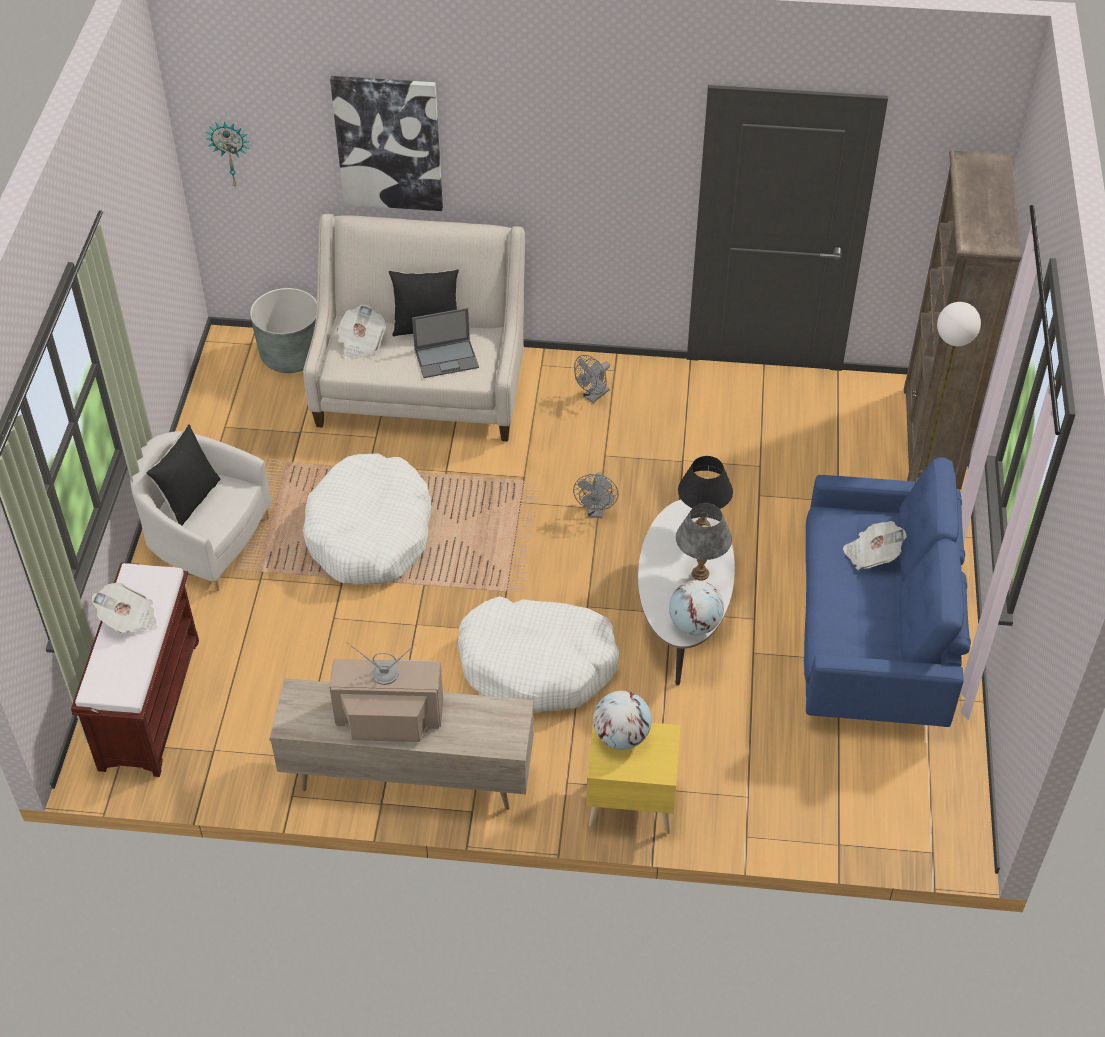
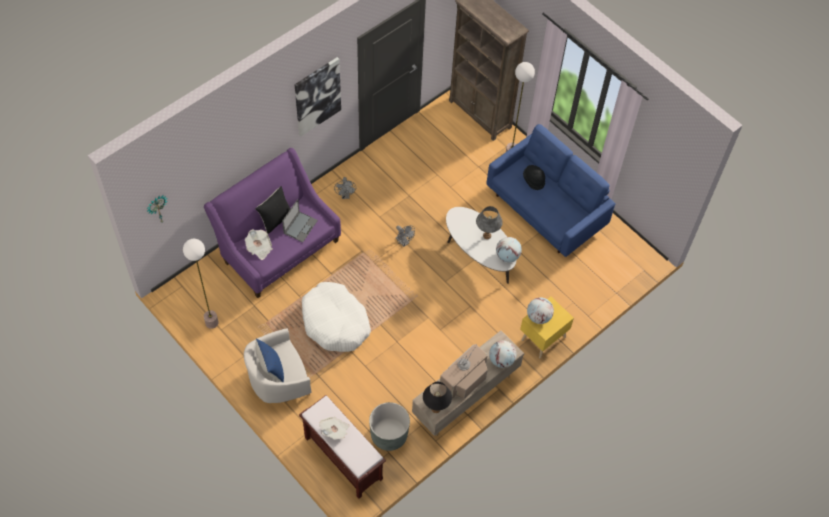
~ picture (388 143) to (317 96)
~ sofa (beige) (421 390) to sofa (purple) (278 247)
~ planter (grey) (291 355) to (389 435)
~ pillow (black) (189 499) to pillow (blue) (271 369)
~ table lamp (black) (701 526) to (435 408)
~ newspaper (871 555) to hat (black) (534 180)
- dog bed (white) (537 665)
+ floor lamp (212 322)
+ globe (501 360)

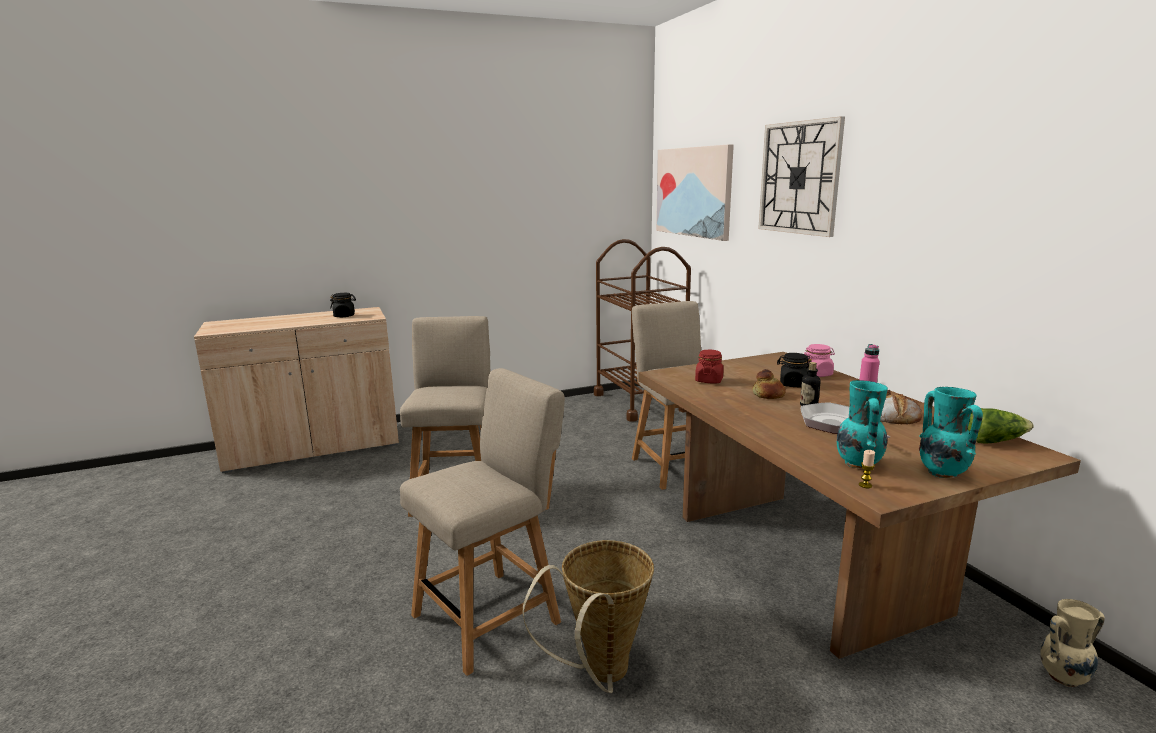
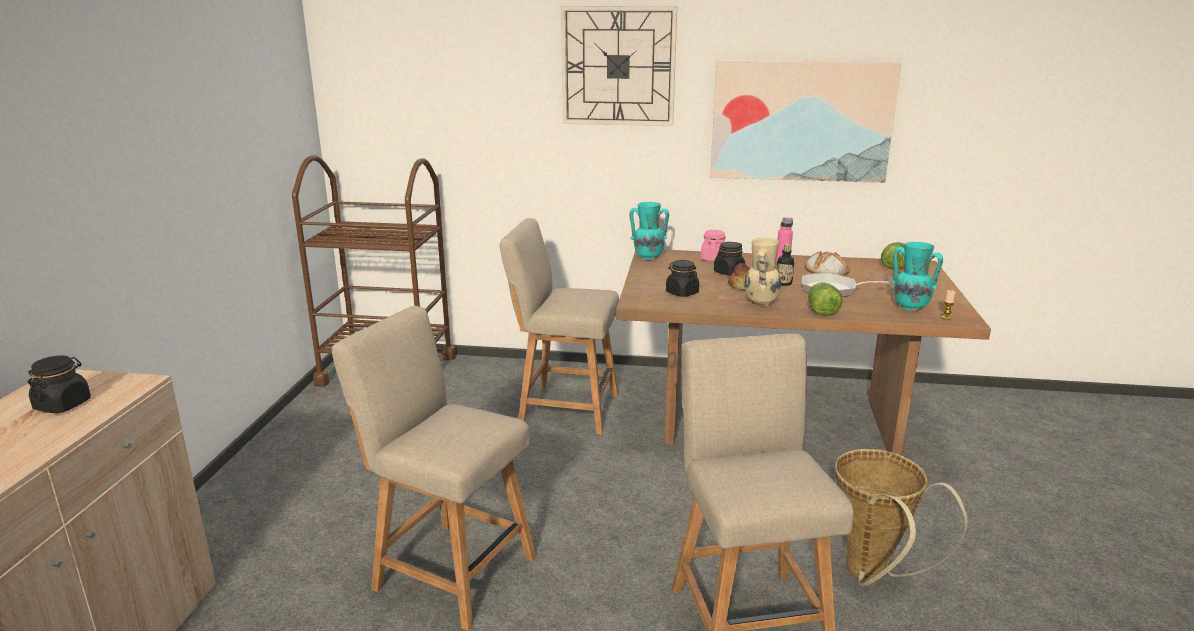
~ picture (694 192) to (801 121)
~ jar (red) (709 380) to jar (black) (682 293)
~ vase (turquoise) (942 473) to (648 258)
~ vase (beige) (1062 677) to (760 303)
+ lettuce (821 310)

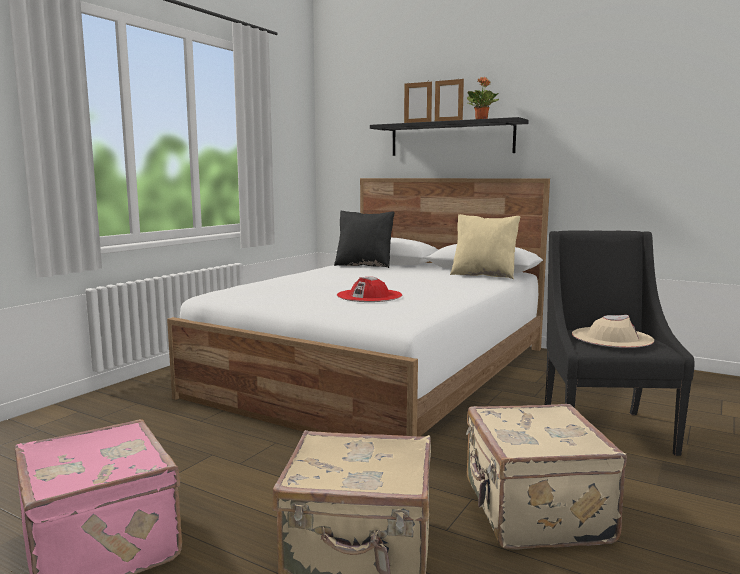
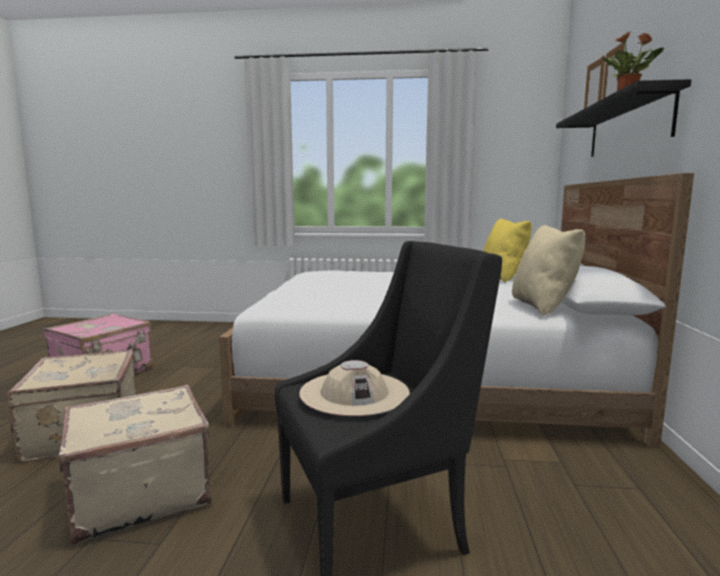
~ pillow (black) (364 265) to pillow (yellow) (502 277)
- hat (red) (369 296)

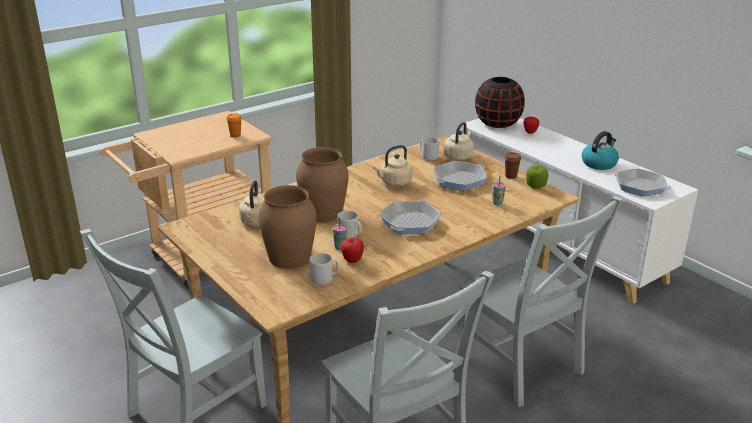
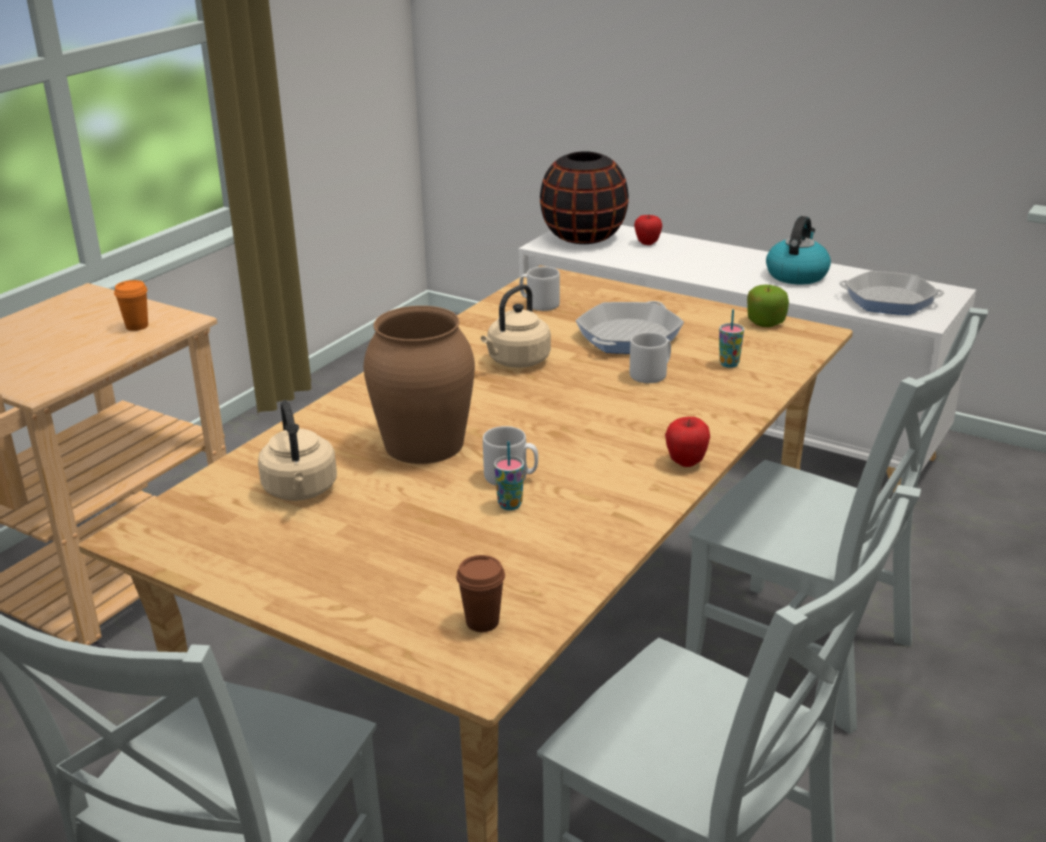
- kettle (beige) (459 156)
~ cup (brown) (511 176) to (482 622)
- vase (brown) (289 257)
- frying pan (410 222)
~ apple (352 260) to (686 462)
~ mug (grey) (324 278) to (651 374)

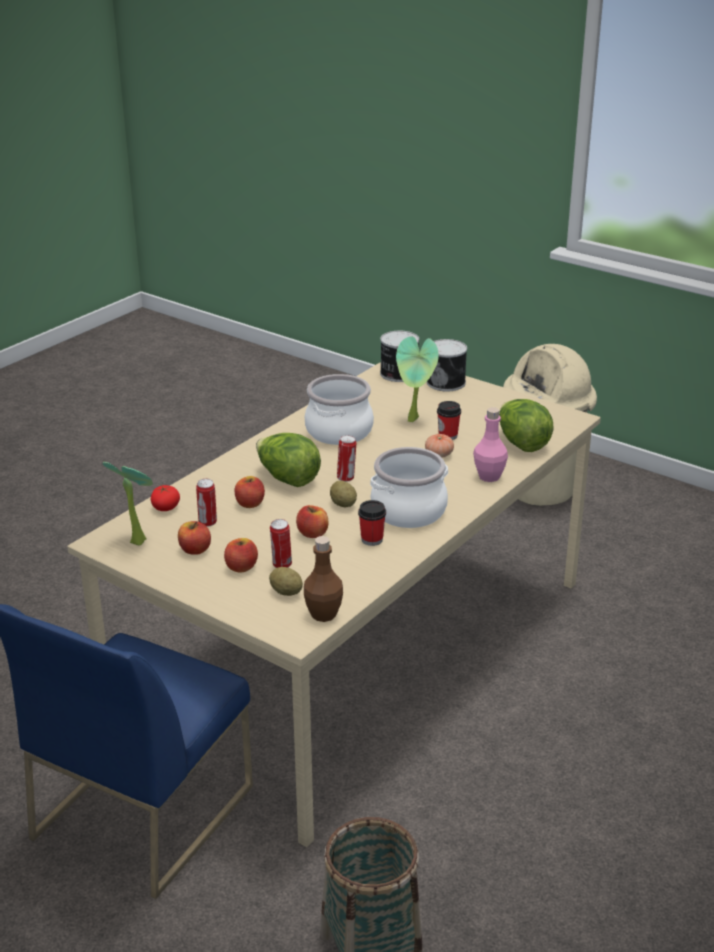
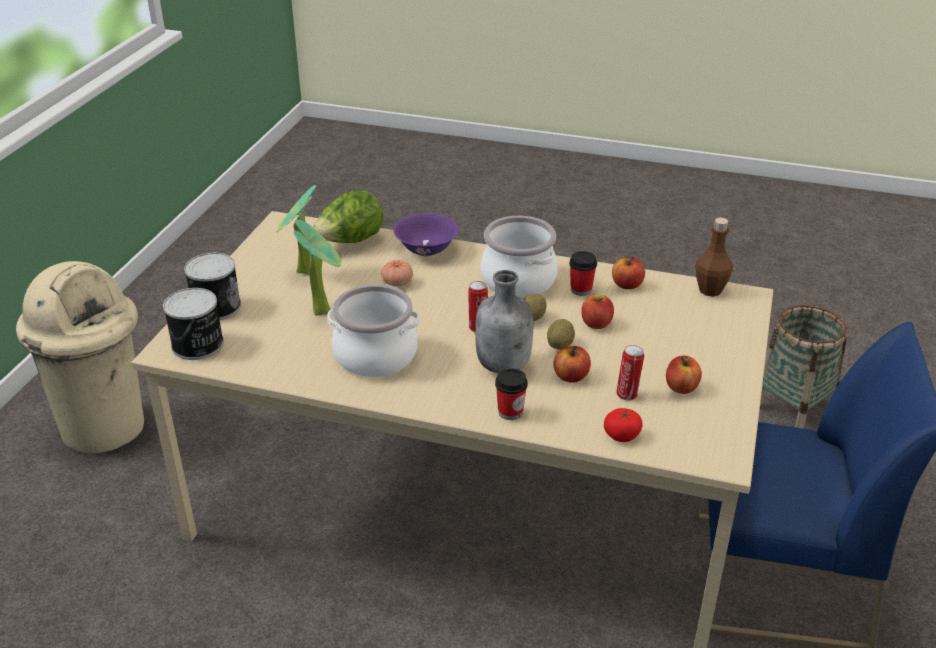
~ cup (448 436) to (510 412)
~ bottle (pink) (489 476) to bowl (purple) (427 250)
~ lettuce (287 479) to bottle (grey) (504 365)
~ potted plant (137 540) to (302 273)
- can (281 565)
~ apple (241 567) to (627 285)
~ potato (286 592) to (560 345)

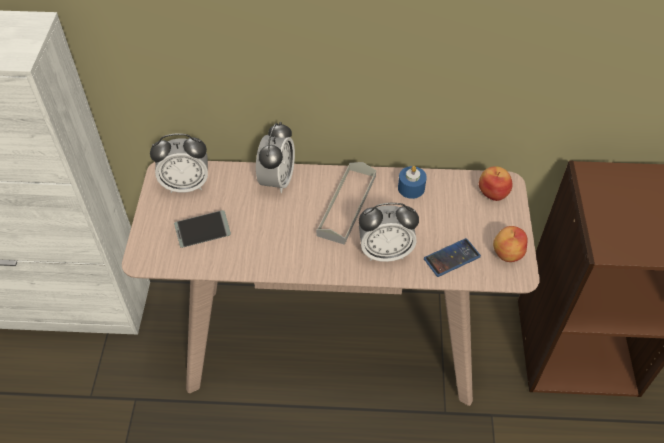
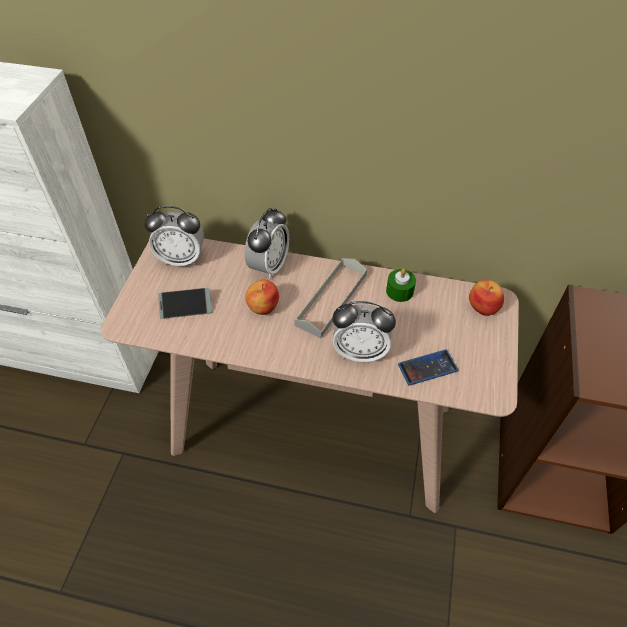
~ candle (blue) (411 188) to candle (green) (399 291)
~ apple (507 253) to (263 306)

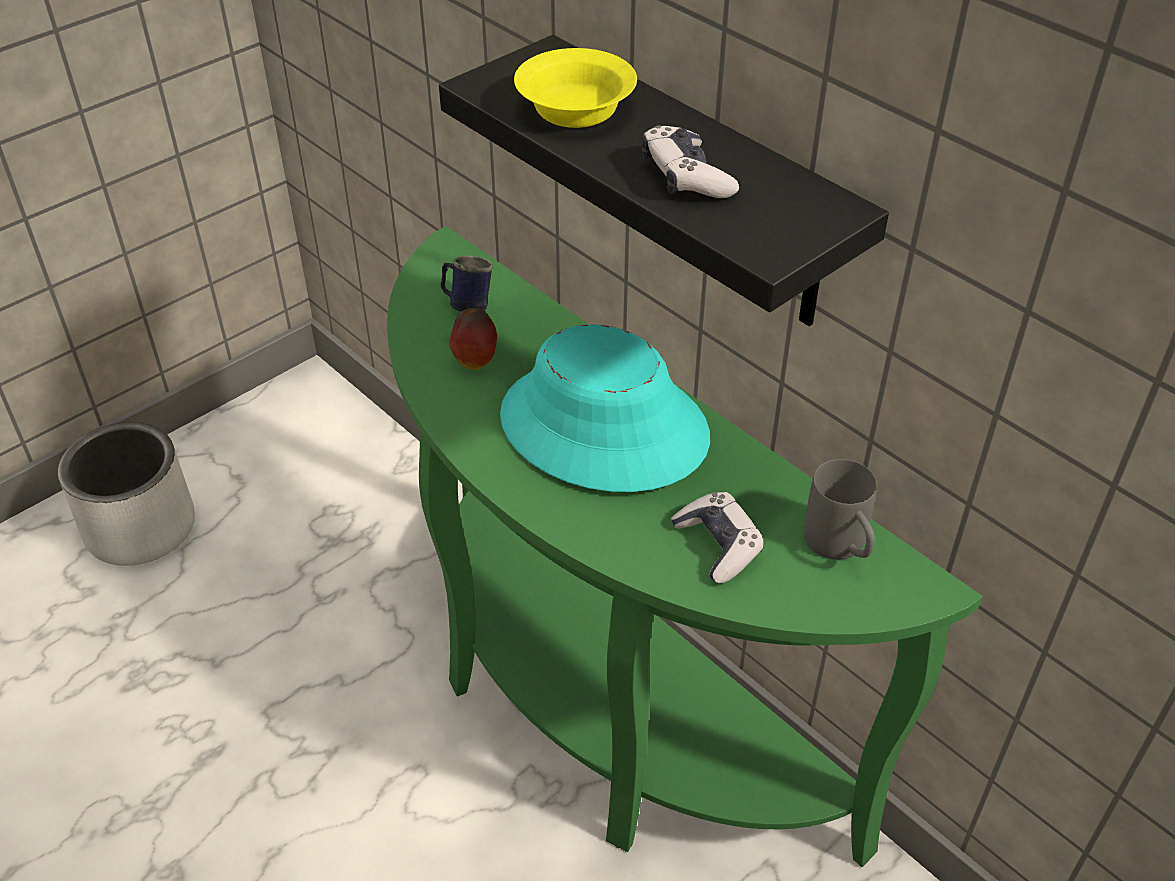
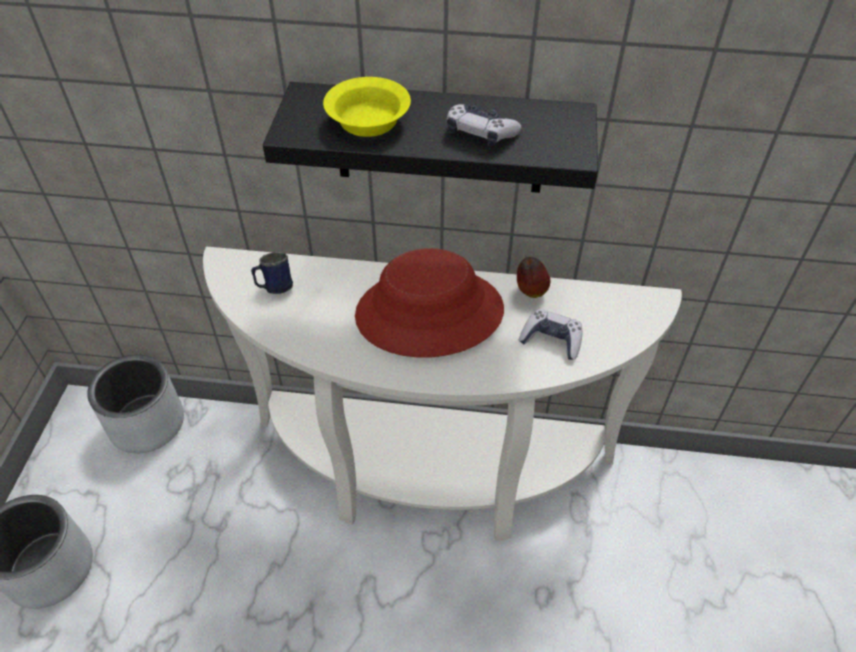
~ console table (green) (598 707) to console table (white) (429 477)
~ apple (475 361) to (530 291)
~ hat (turquoise) (603 427) to hat (red) (429 313)
- mug (grey) (840 548)
+ planter (grey) (147 423)

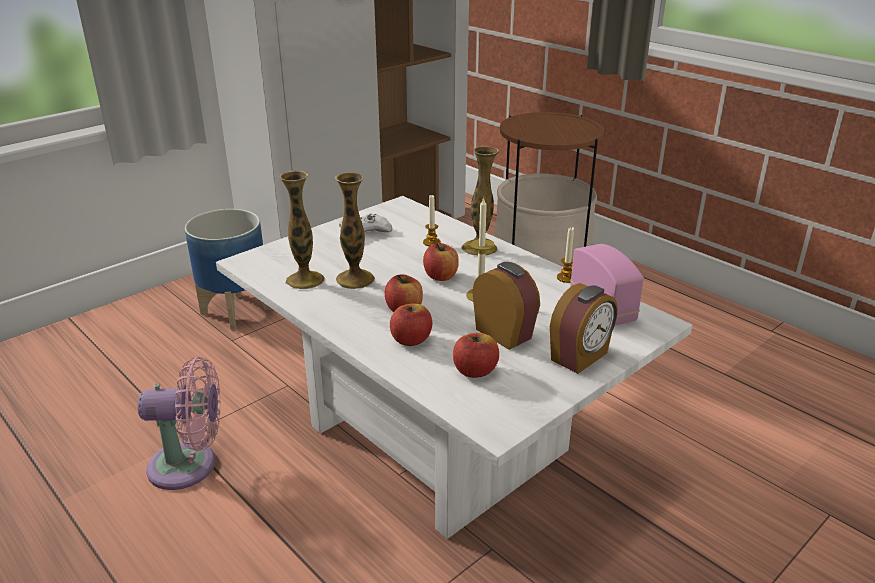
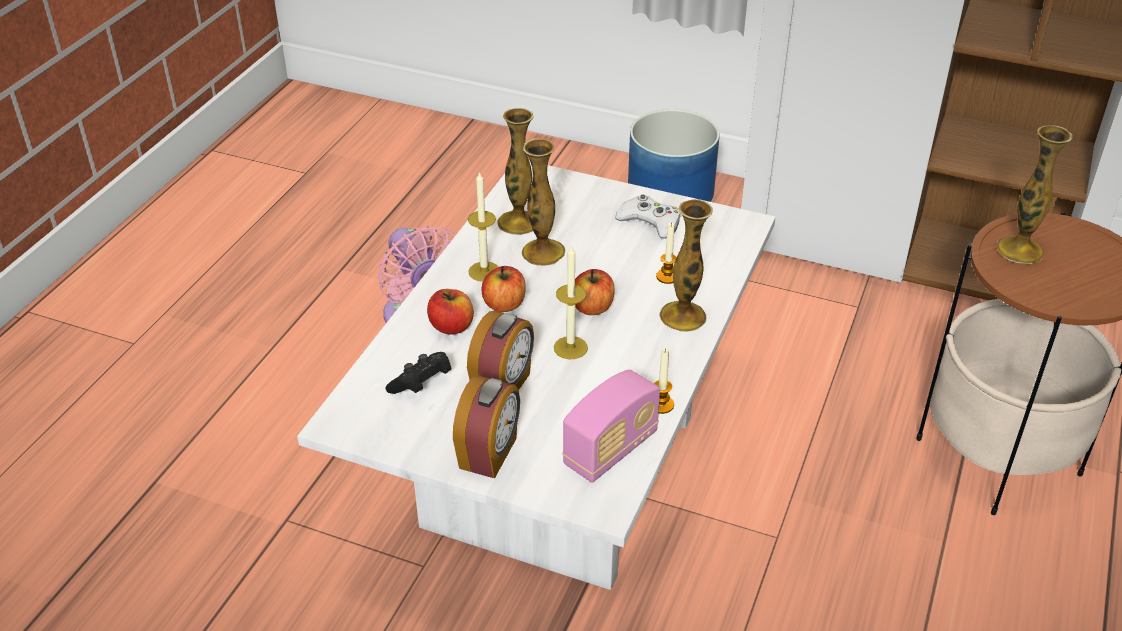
~ alarm clock (580 357) = (489 454) 90 degrees counterclockwise
~ apple (475 371) to game controller (black) (421 384)
+ vase (1020 250)
+ candle (484 271)

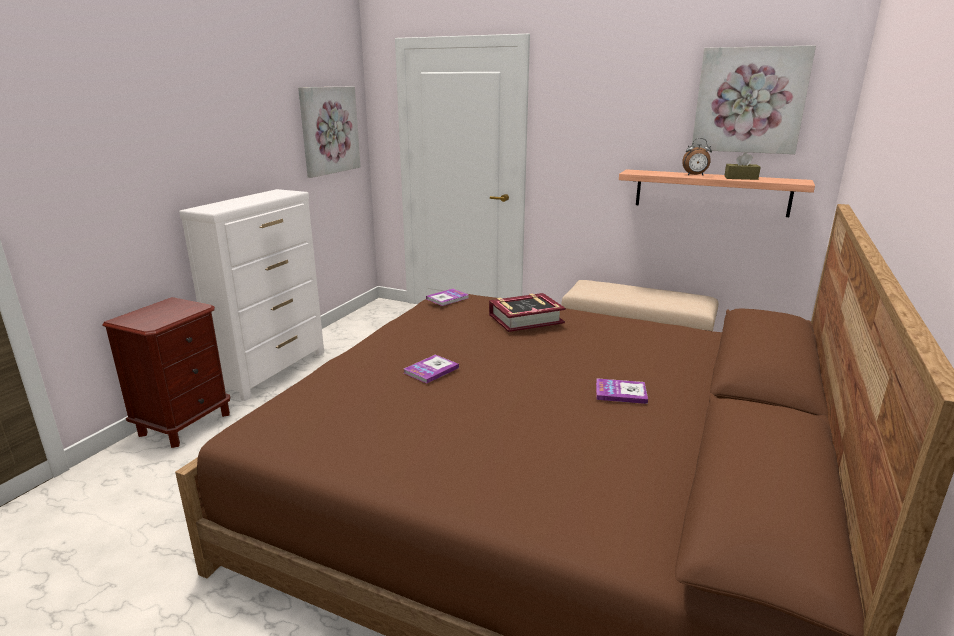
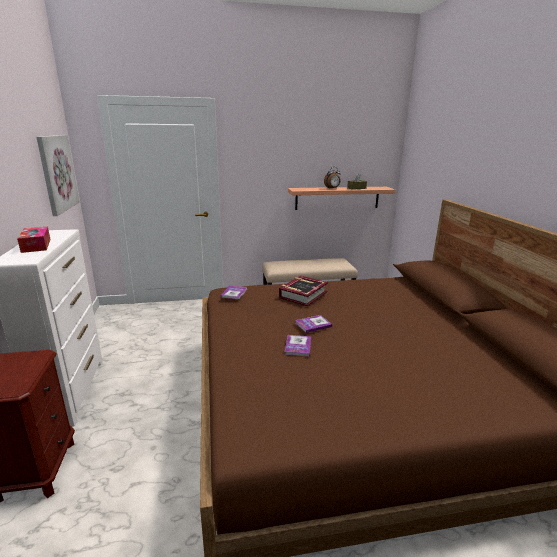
- picture (749 100)
~ book (620 392) to (313 325)
+ tissue box (36 245)

